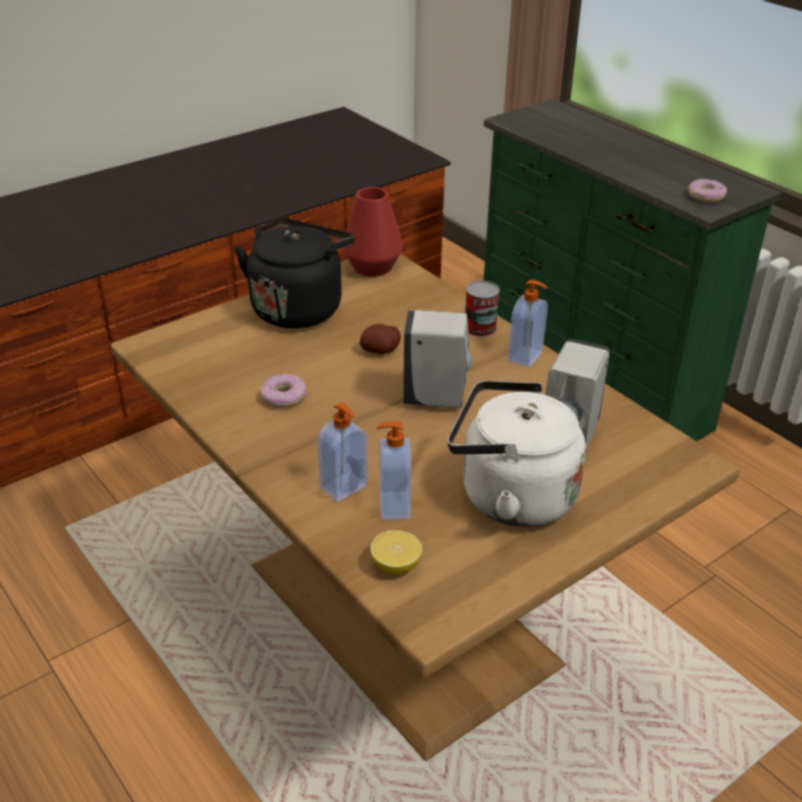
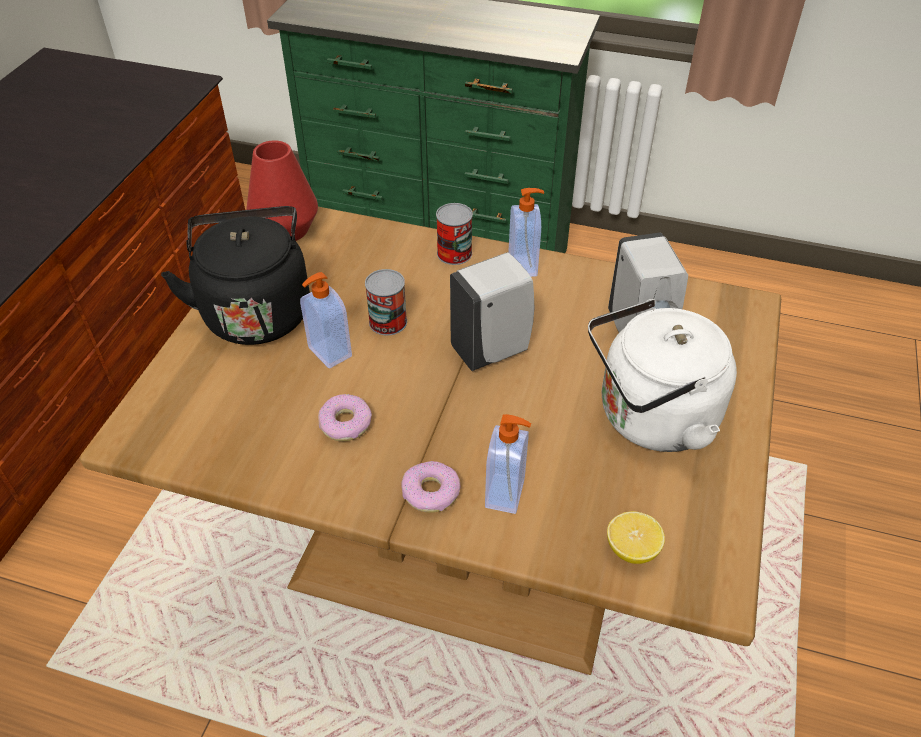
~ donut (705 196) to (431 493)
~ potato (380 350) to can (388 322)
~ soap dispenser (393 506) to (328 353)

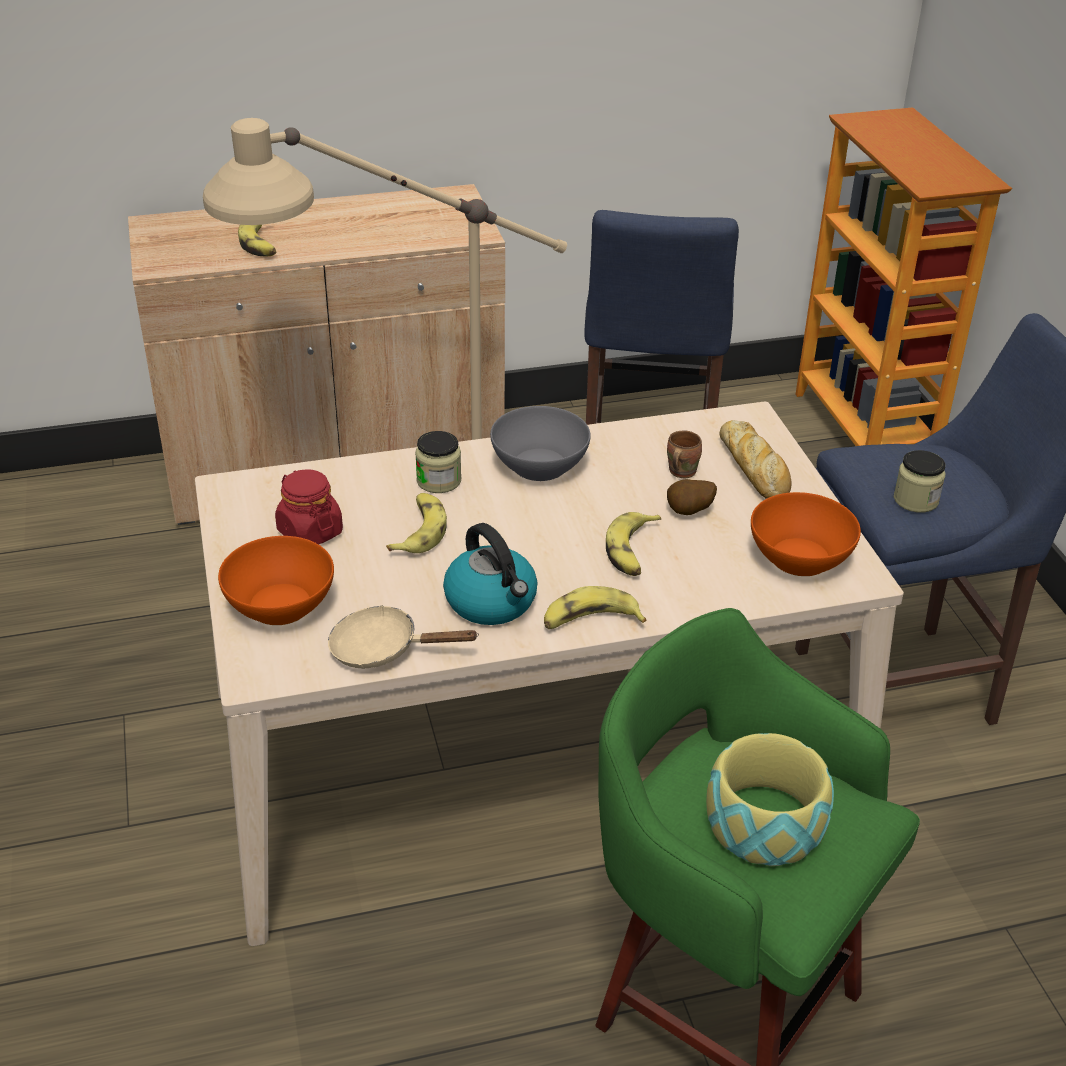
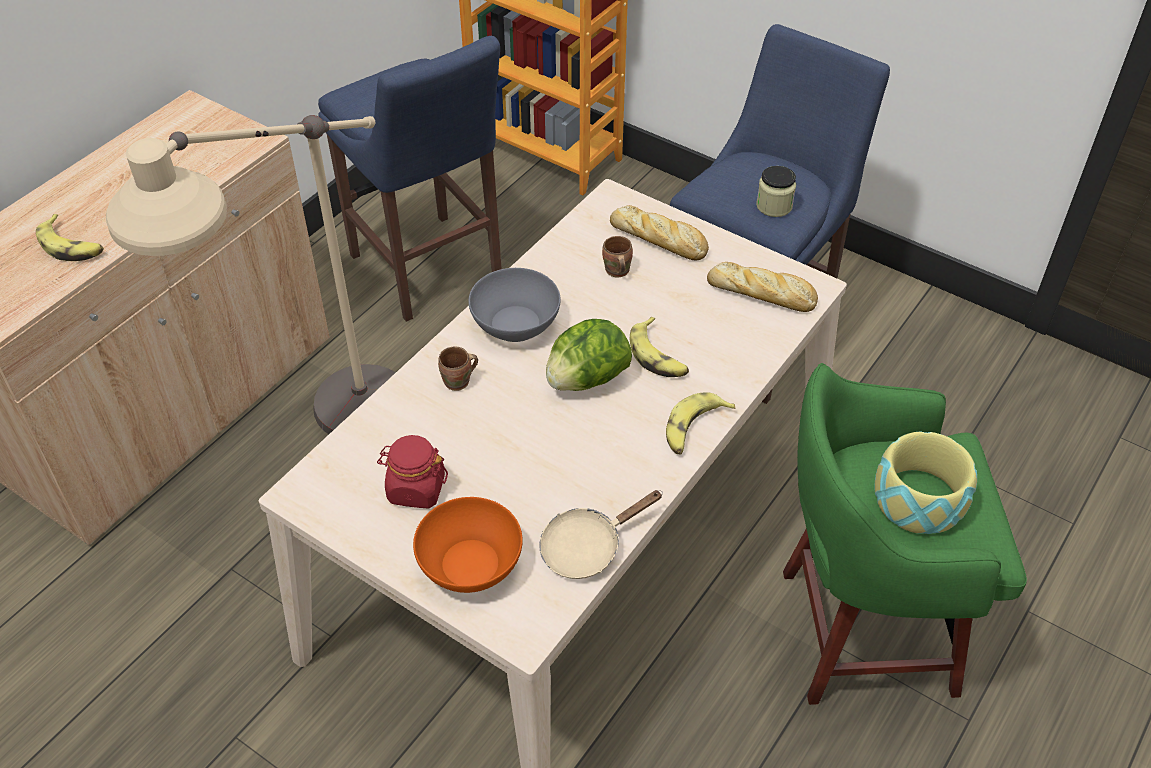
~ jar (439 481) to mug (brown) (459 382)
- potato (689 512)
~ bowl (orange) (800 558) to bread (763 294)
- banana (419 531)
- kettle (492 602)
+ lettuce (587 379)

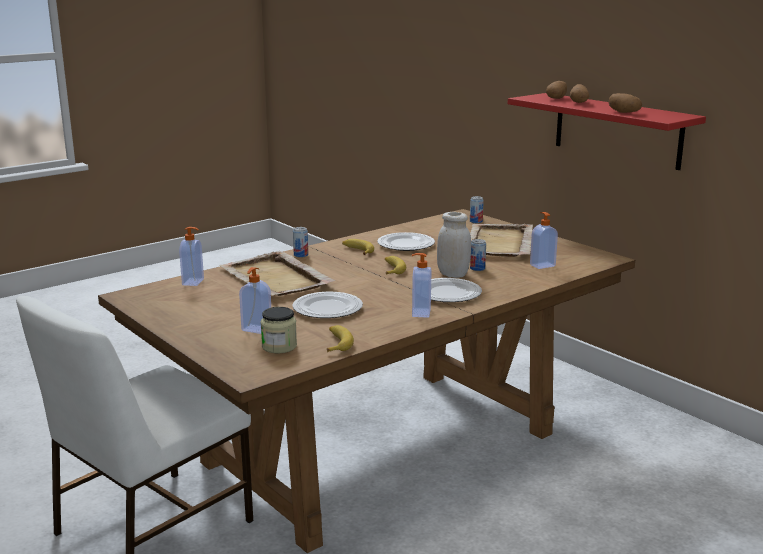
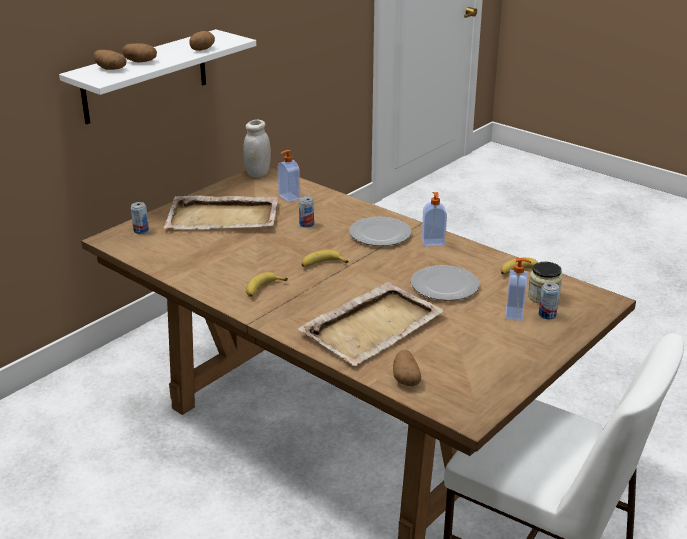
~ shelf (red) (617 130) to shelf (white) (145 76)
~ jar (white) (453 274) to (258 173)
~ soap dispenser (194 282) to potato (405 378)
~ can (301 255) to (547 315)
- plate (406 244)

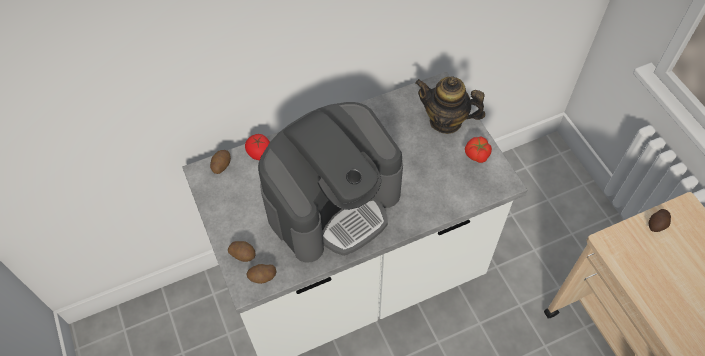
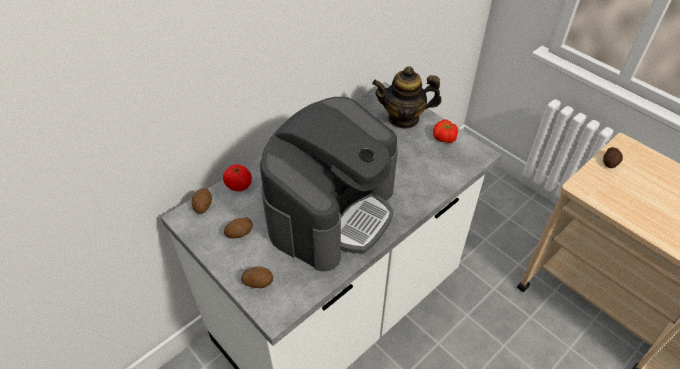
~ potato (262 277) to (240 233)

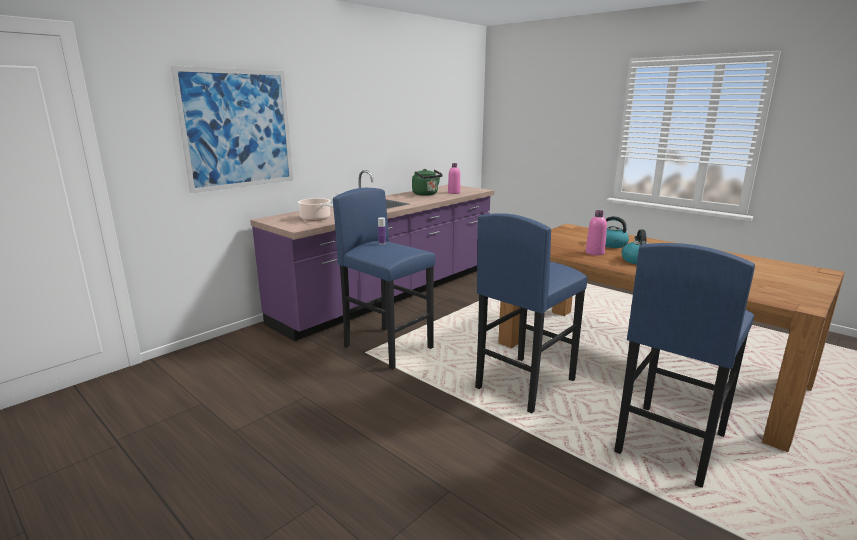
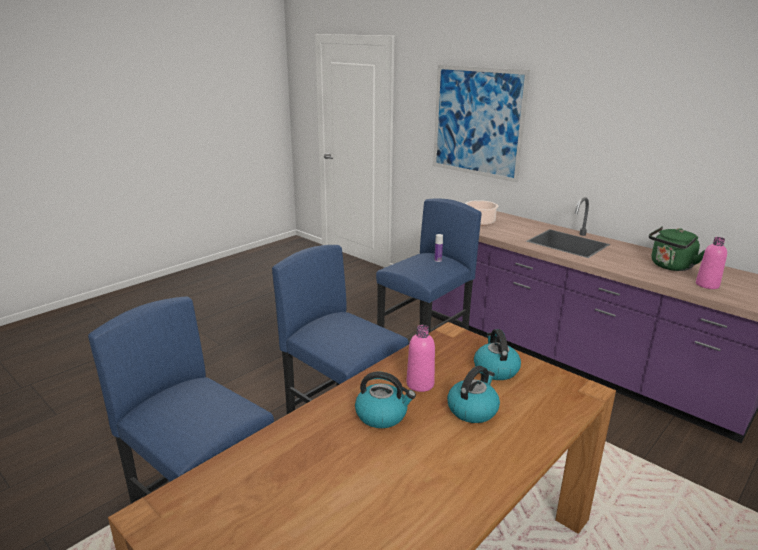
+ kettle (495 369)

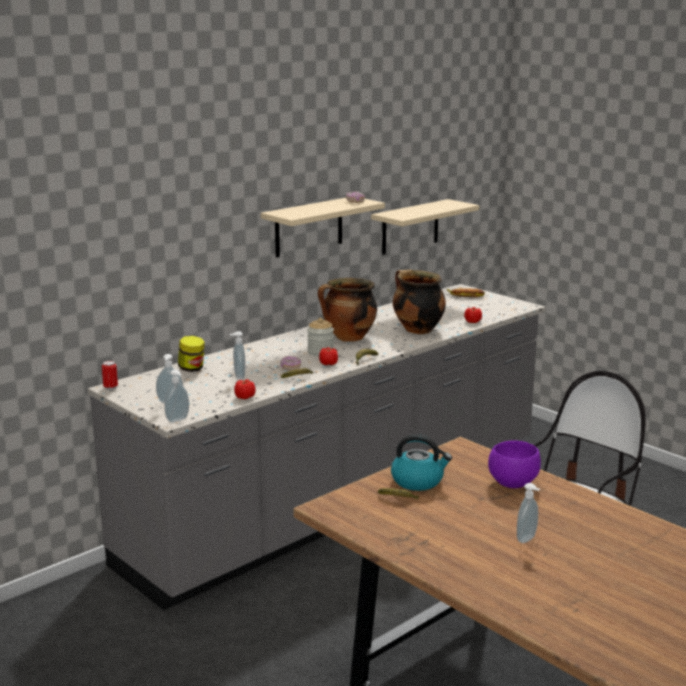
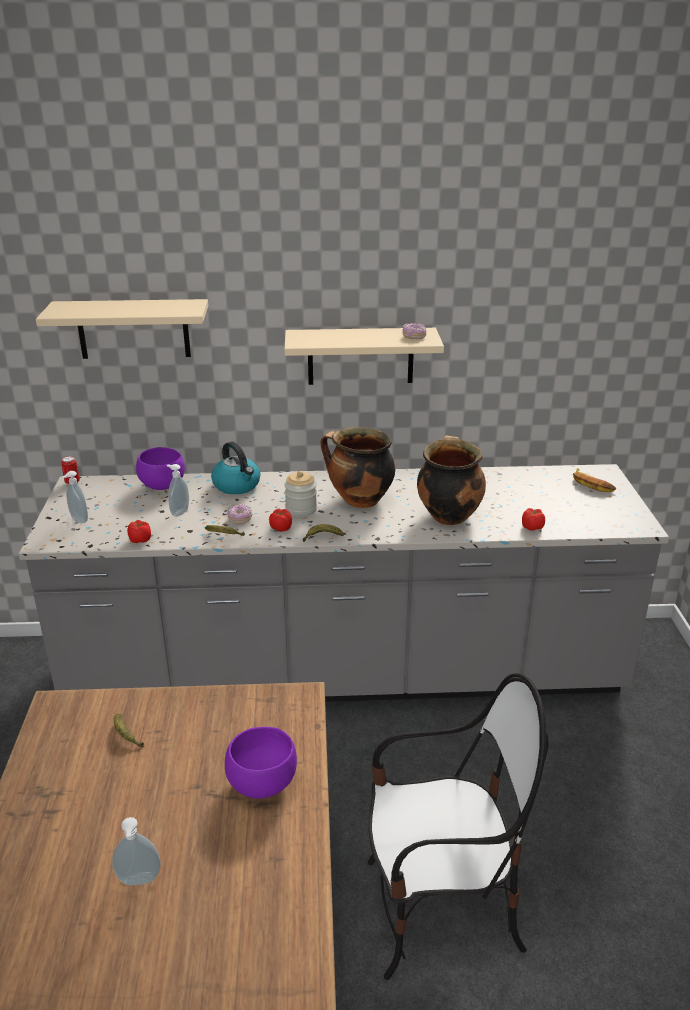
~ shelf (beige) (410 227) to (133 329)
~ jar (192 369) to bowl (purple) (163 486)
- soap dispenser (178 420)
~ kettle (418 481) to (237 485)

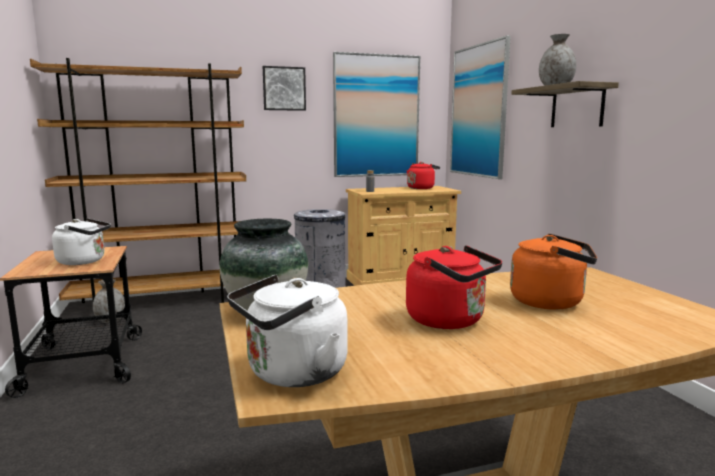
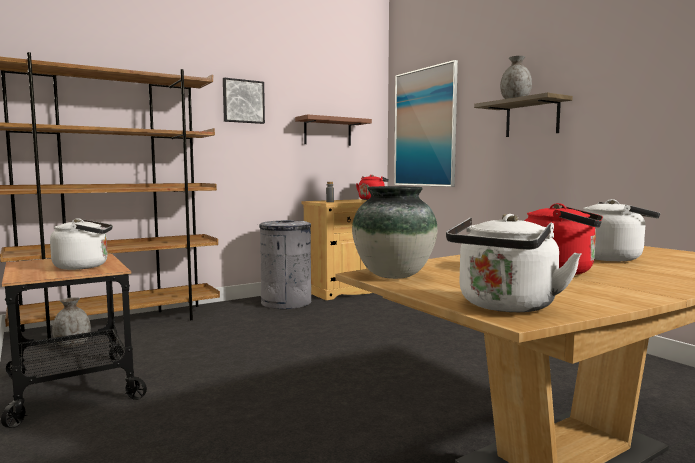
~ picture (376 116) to shelf (brown) (327 132)
~ kettle (orange) (551 302) to kettle (white) (612 258)

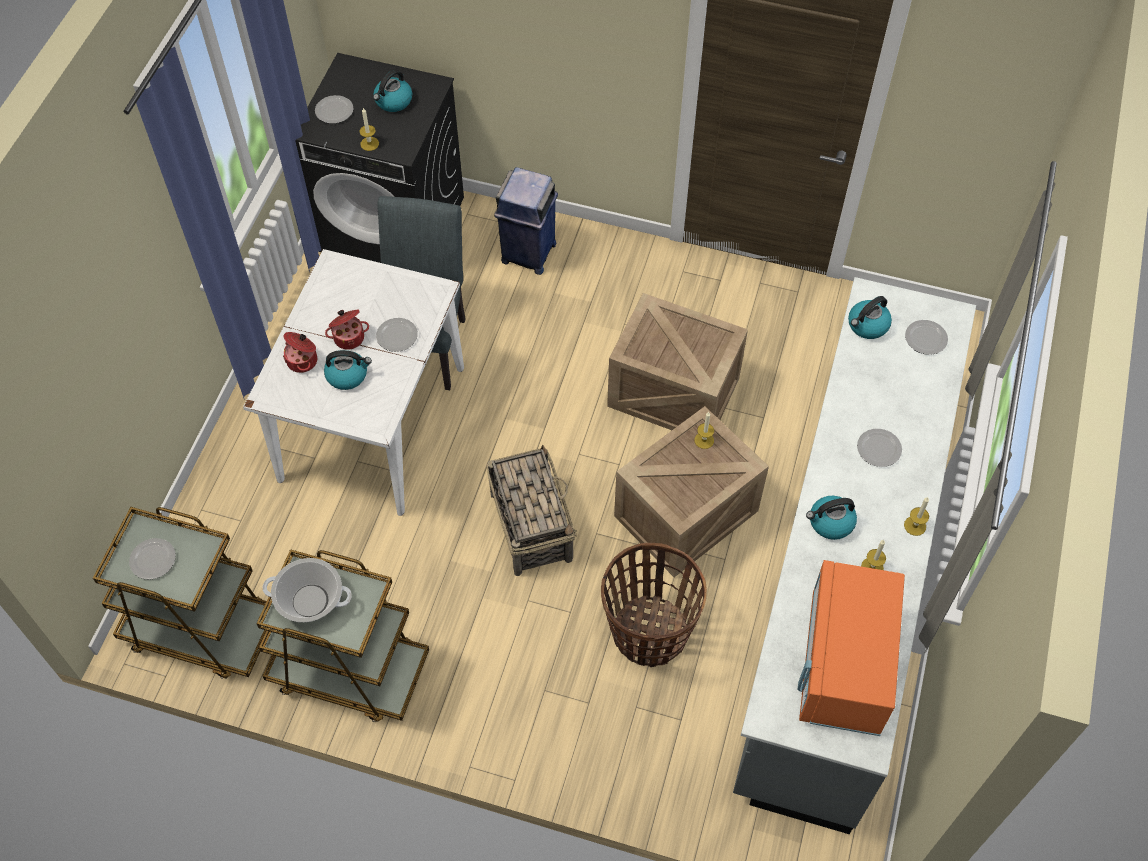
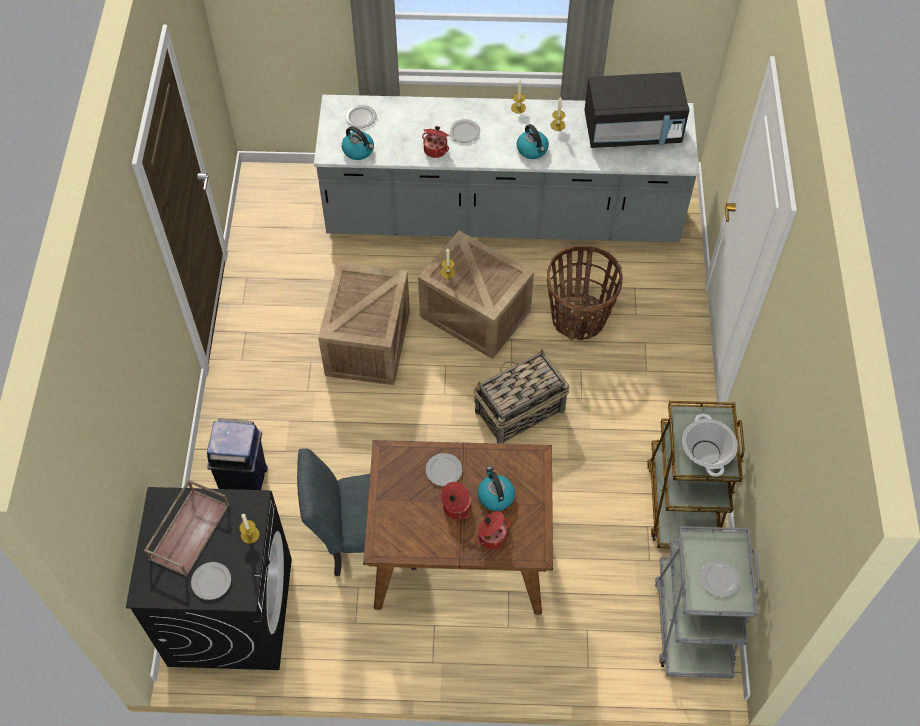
~ kettle (393 101) to tray (brown) (189 531)
~ dining table (white) (372 424) to dining table (brown) (461 555)
~ cart (brown) (201 629) to cart (grey) (693 623)
~ microwave (orange) (843 665) to microwave (black) (632 130)
+ cooking pot (436 149)

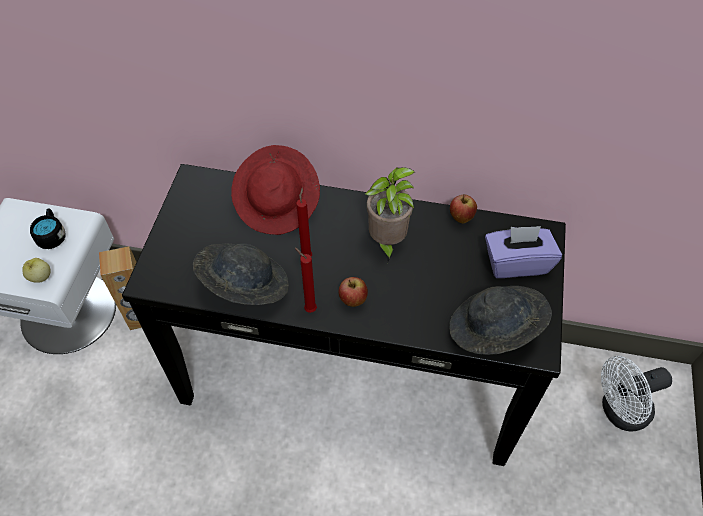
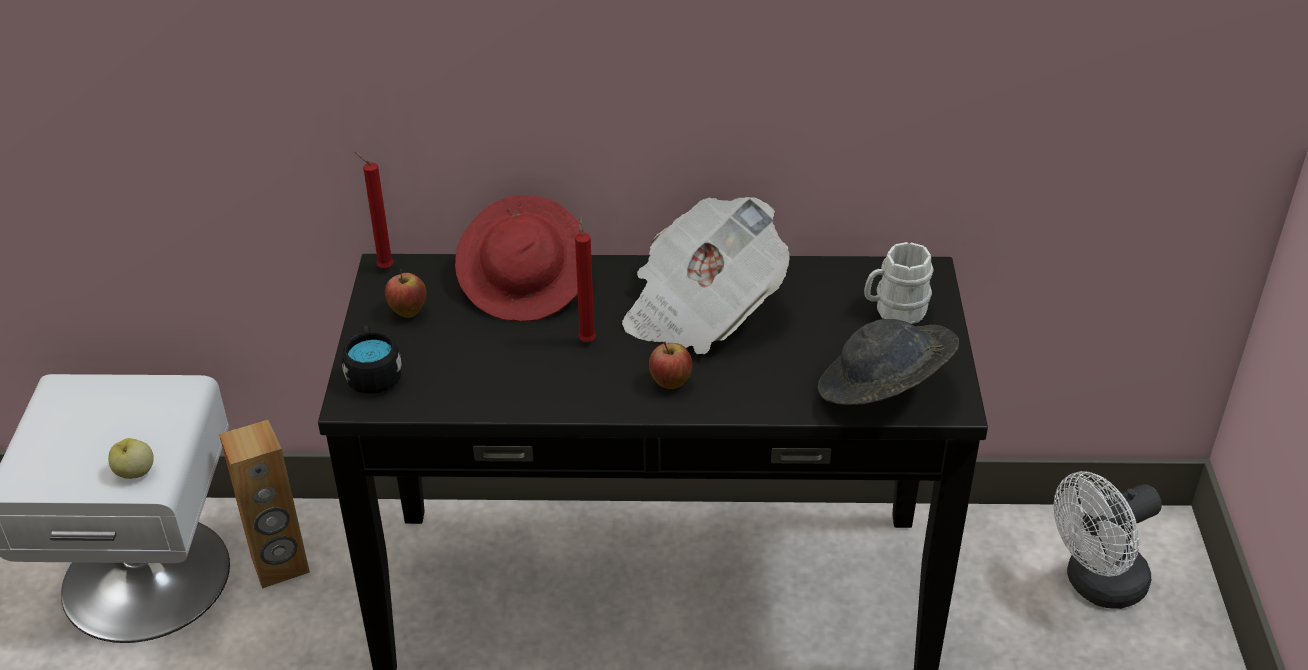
~ potted plant (386 242) to newspaper (701 309)
~ apple (461 218) to (408 312)
~ mug (black) (52 235) to (373 373)
~ tissue box (purple) (516 262) to mug (white) (894 310)
- hat (grey) (243 285)
~ candle (red) (308 308) to (383 267)

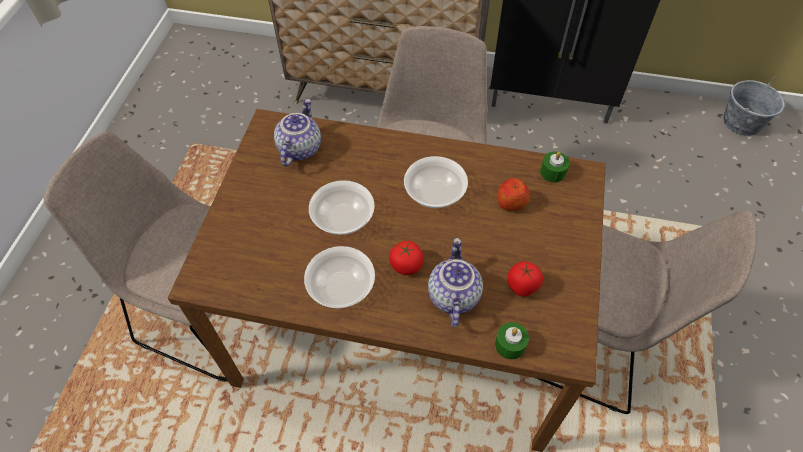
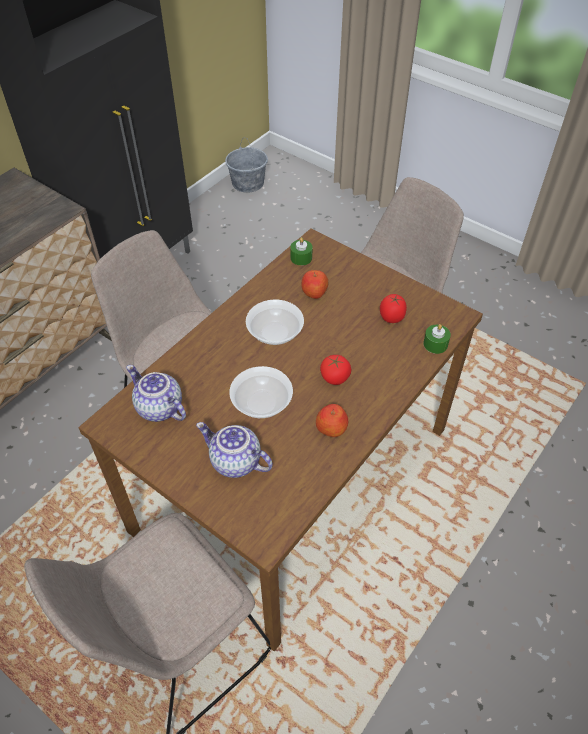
~ teapot (452 295) to (234 462)
~ bowl (341 286) to apple (331 428)

